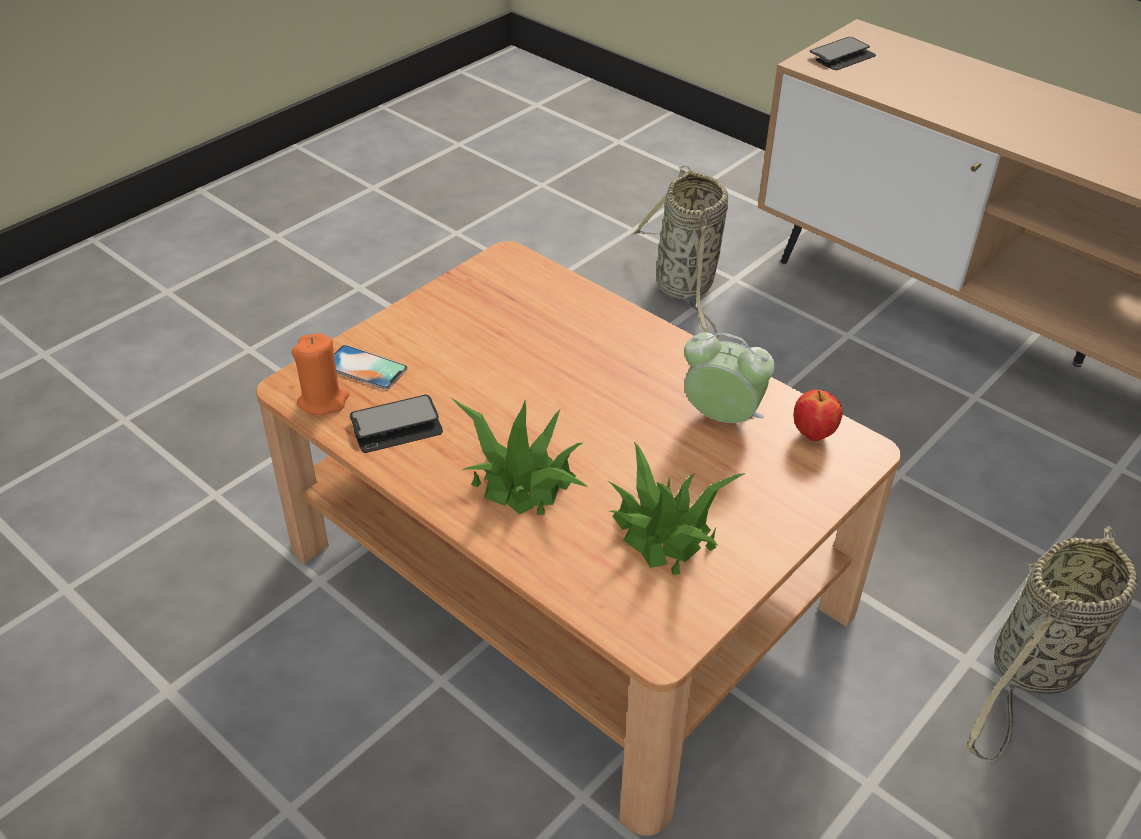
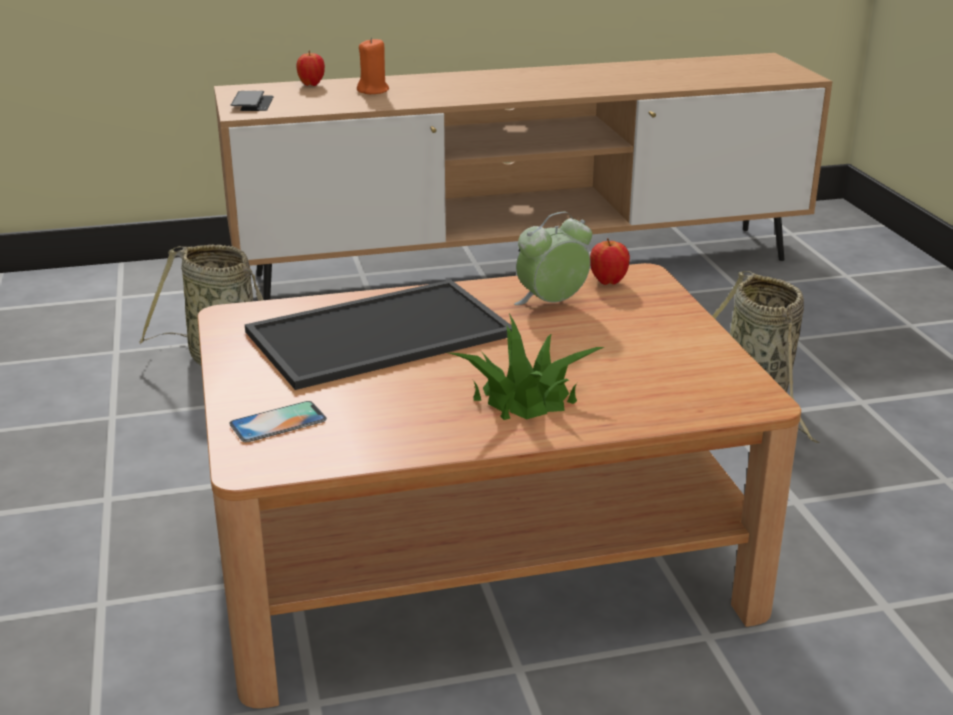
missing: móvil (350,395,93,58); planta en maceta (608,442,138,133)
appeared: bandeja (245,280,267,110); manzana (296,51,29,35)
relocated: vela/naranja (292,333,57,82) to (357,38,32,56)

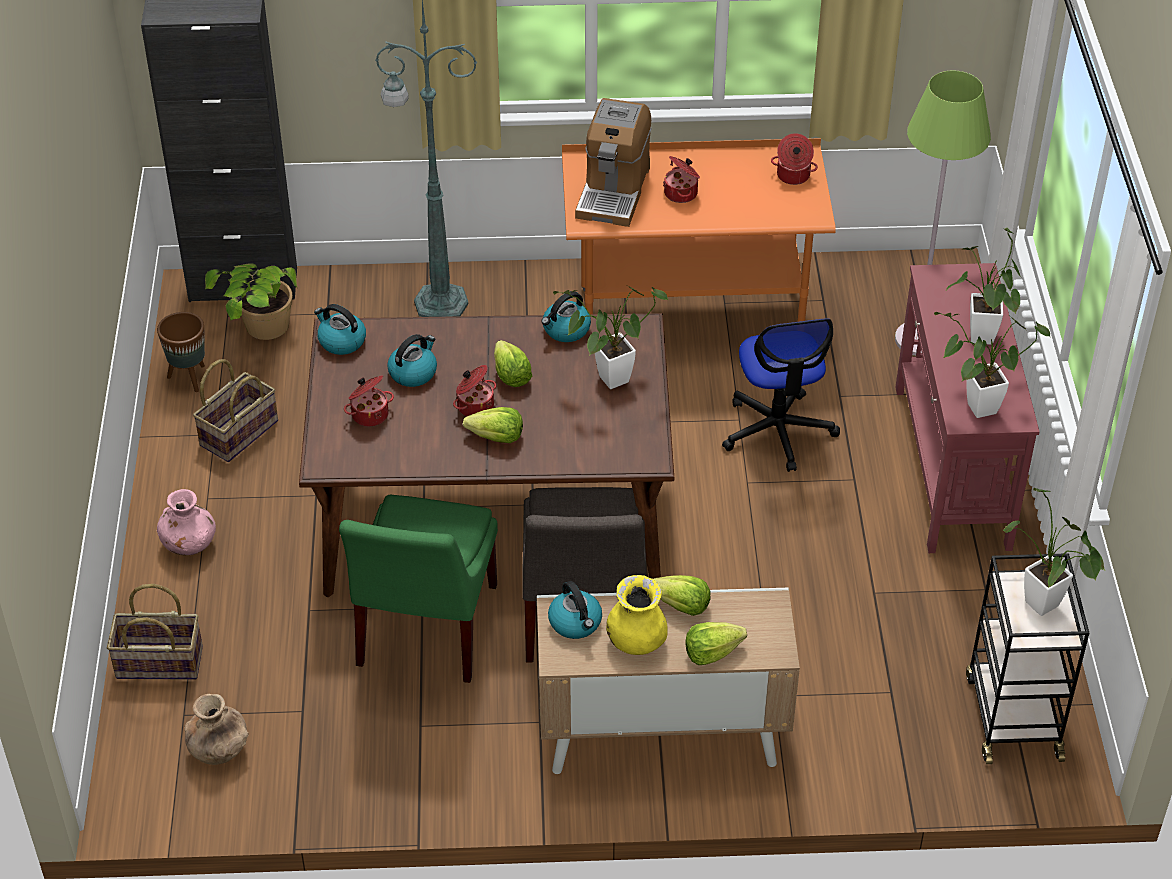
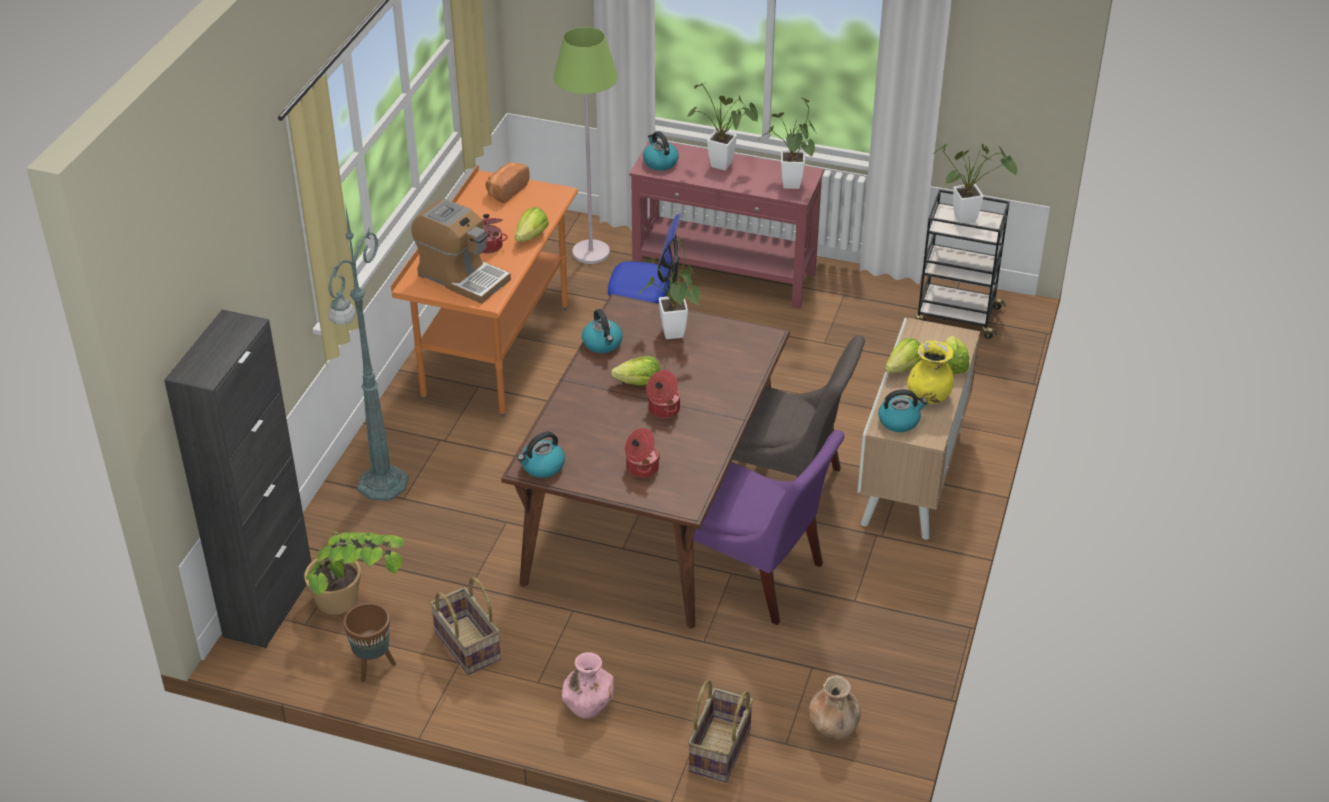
relocated: hervidor (387,334,50,53) to (643,131,36,40); lechuga (463,407,60,36) to (515,207,34,35)
exchanged: olla (771,133,47,52) to pan (485,162,45,41)
colour: silla/verde (339,495,159,188) to silla/morado (693,430,151,195)

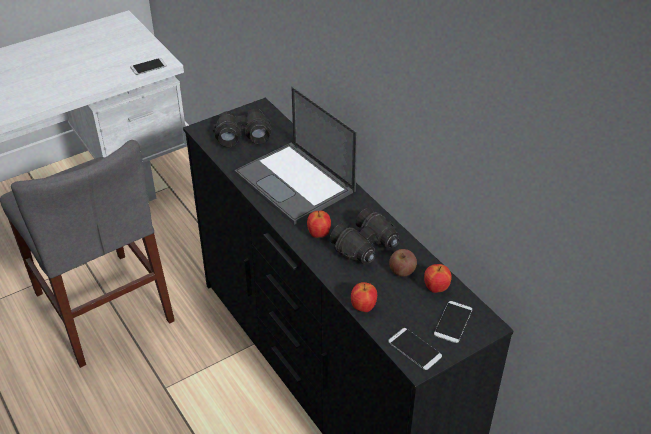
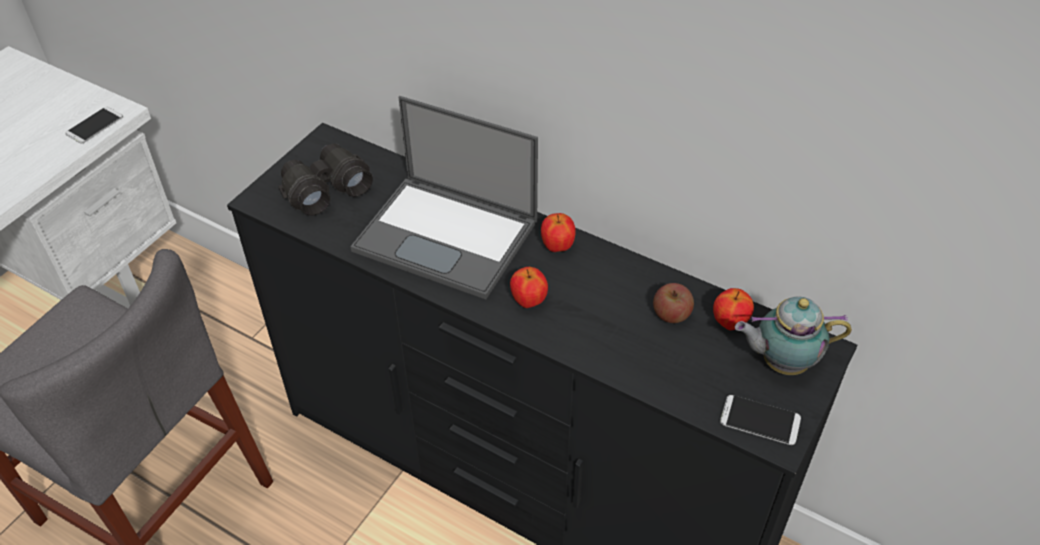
missing: prismáticos/negro (330,208,70,56)
relocated: manzana (351,282,26,30) to (541,213,35,39)
exchanged: móvil (434,301,38,42) to tetera (735,296,117,79)

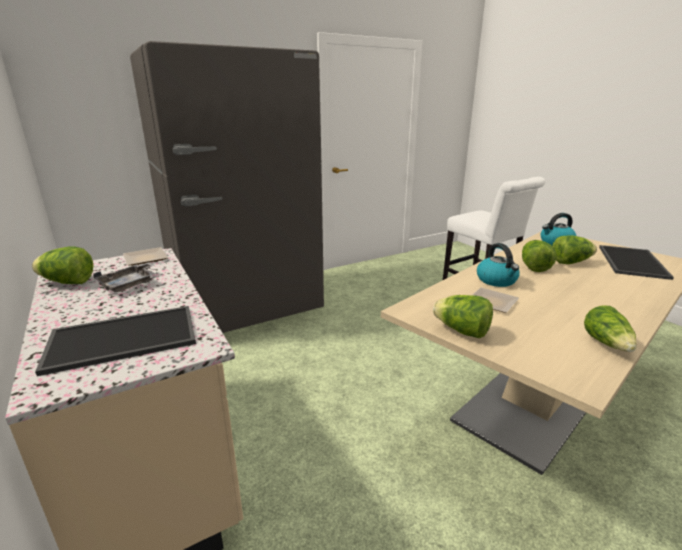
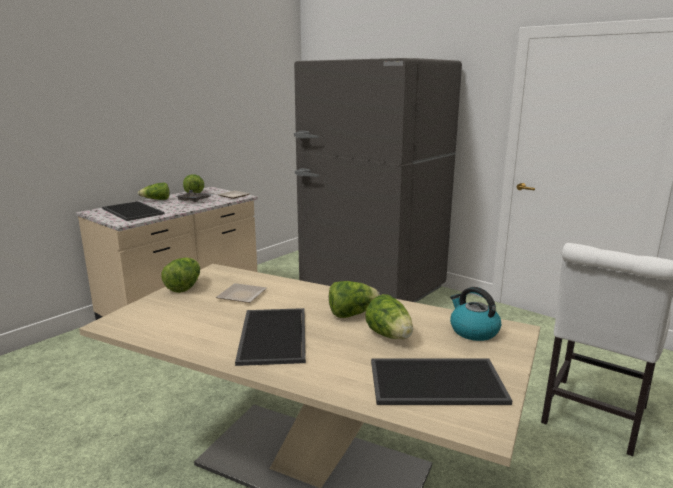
missing: hervidor (477,243,43,44)
appeared: bandeja (235,308,71,58)
relocated: lechuga (584,305,53,47) to (138,183,31,17)

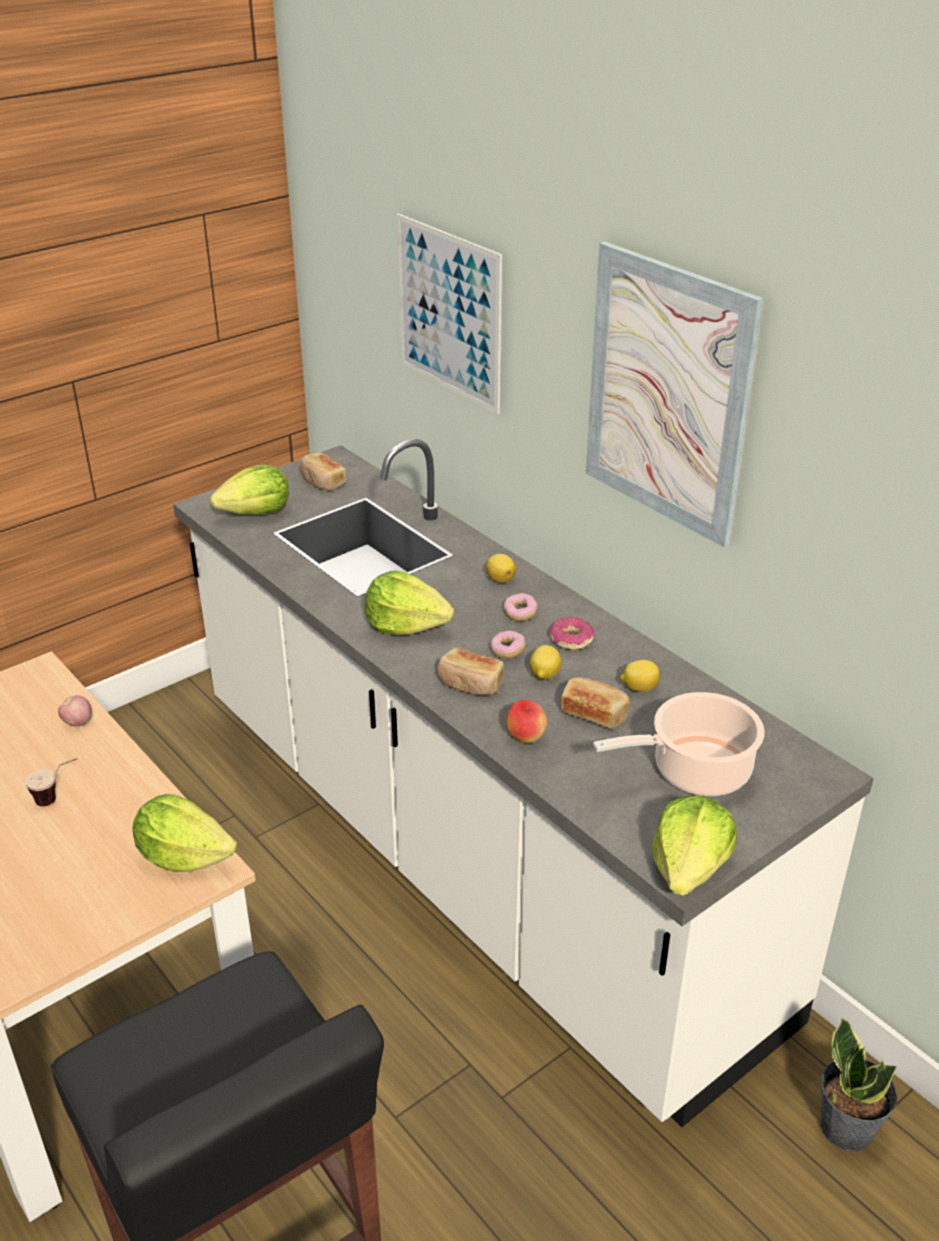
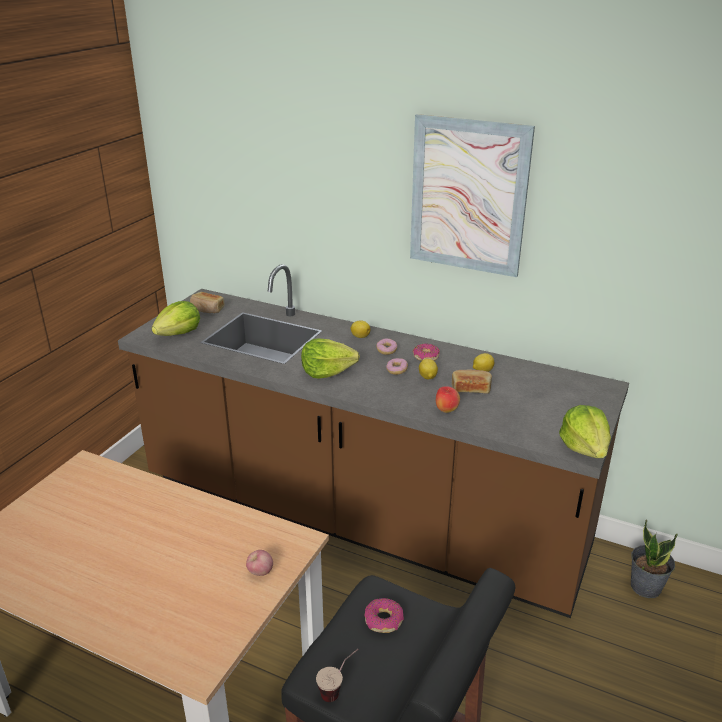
missing: lechuga (133,794,104,78); cuadro (396,213,106,201); pan (437,648,67,47); olla (593,692,171,104)
appeared: rosquilla (364,598,40,35)
relocated: taza (25,758,52,48) to (316,648,43,54); manzana (58,695,34,32) to (246,550,27,26)
colour: mueble bajo de cocina/blanco (173,439,701,688) to mueble bajo de cocina/marrón (118,264,511,354)

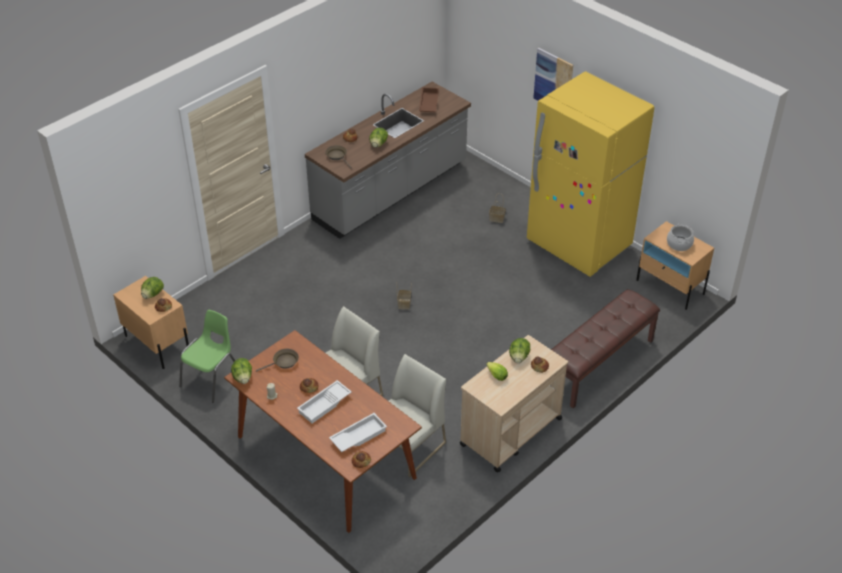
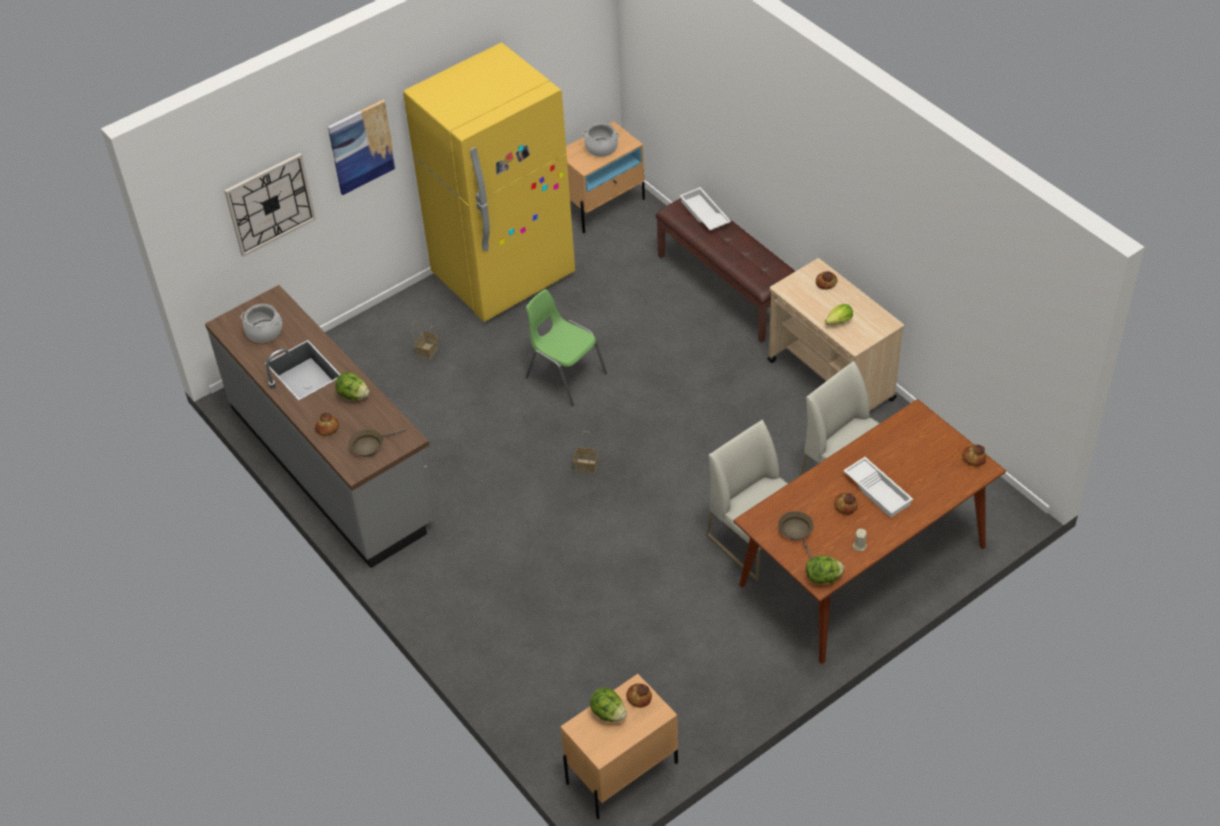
missing: lechuga (509,338,21,25)
appeared: reloj de pared (224,153,92,104)
relocated: silla/verde (179,310,56,93) to (526,289,81,117); bandeja/blanco (329,413,58,39) to (680,187,51,43)
exchanged: bandeja/marrón (419,87,20,25) to olla (240,304,42,39)

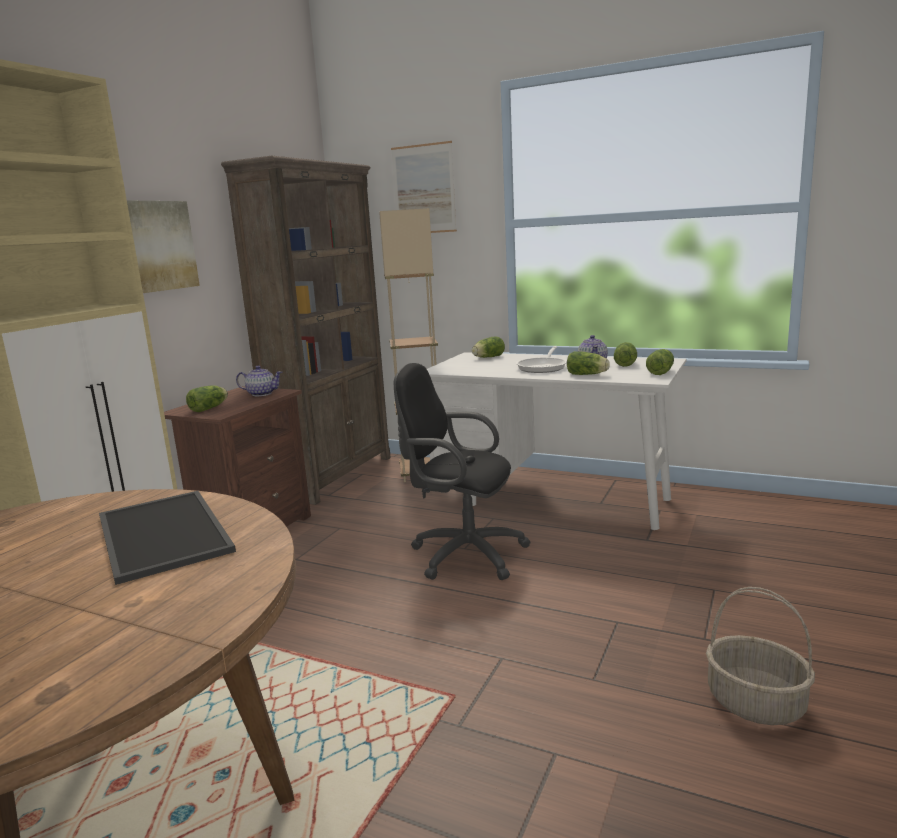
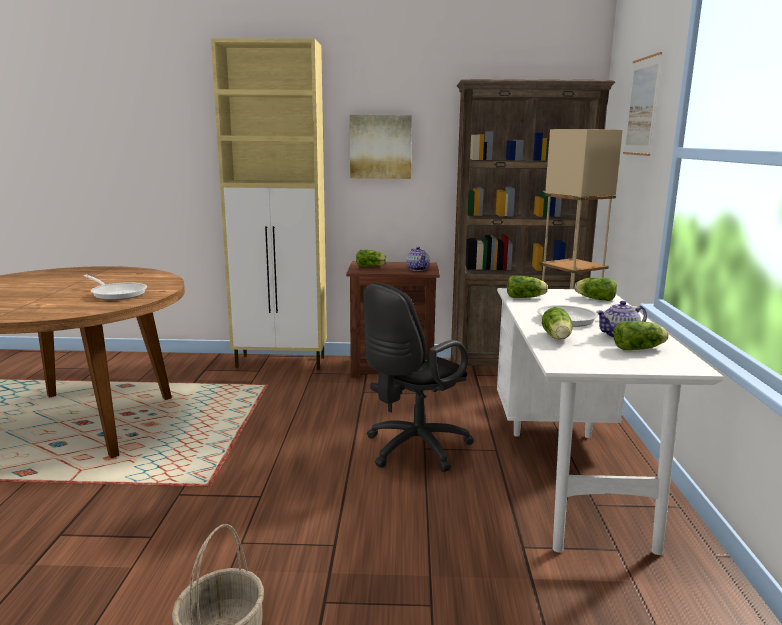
relocated: lechuga (646,349,28,26) to (507,276,41,22)
exchanged: bandeja (99,491,137,94) to sartén (84,275,63,25)
spun: silla de oficina/negro (394,363,137,217) = (363,283,111,189) 135 degrees counterclockwise

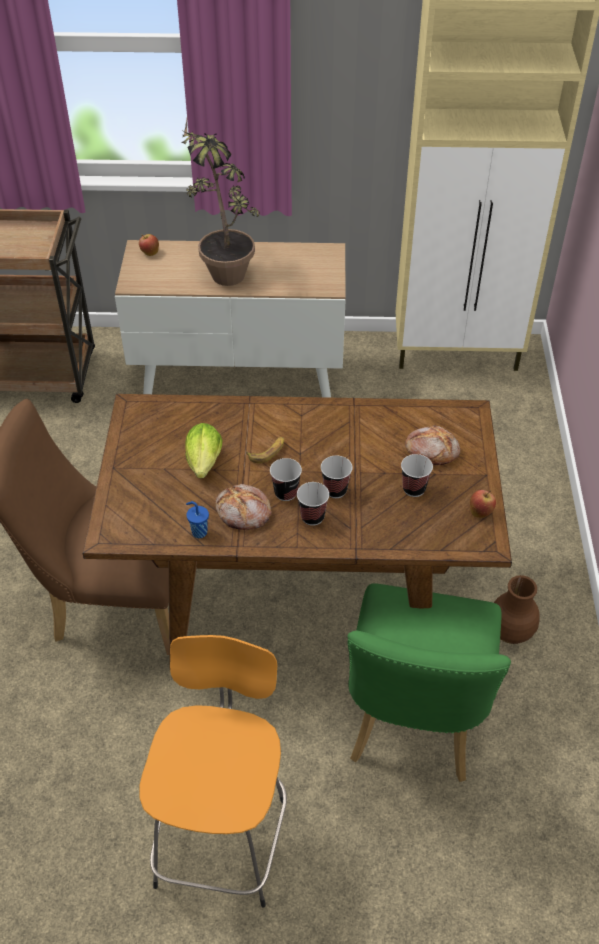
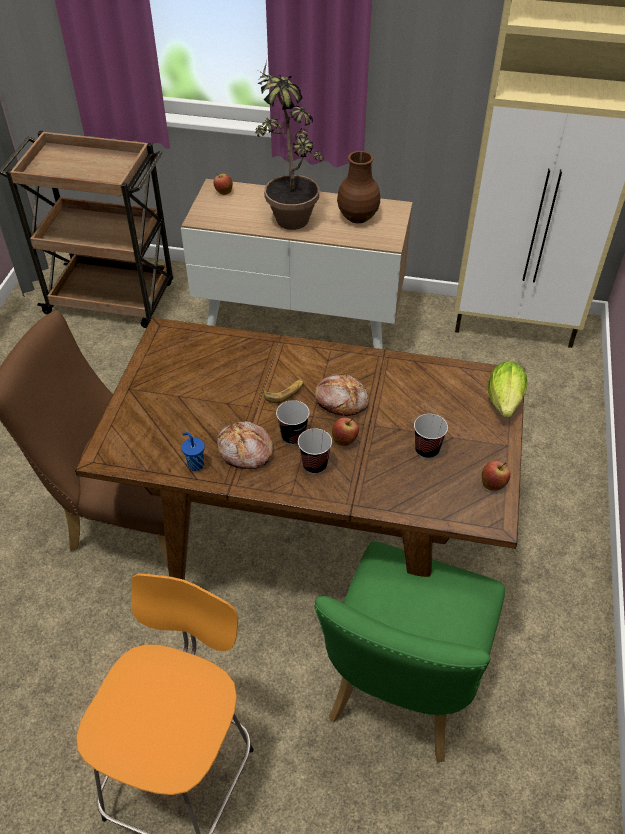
relocated: lechuga (186,423,36,55) to (488,361,39,57); pan (405,425,55,40) to (315,374,54,42); florero/marrón (494,575,46,69) to (337,151,43,72)
exchanged: taza (321,455,32,43) to manzana (332,417,27,29)

